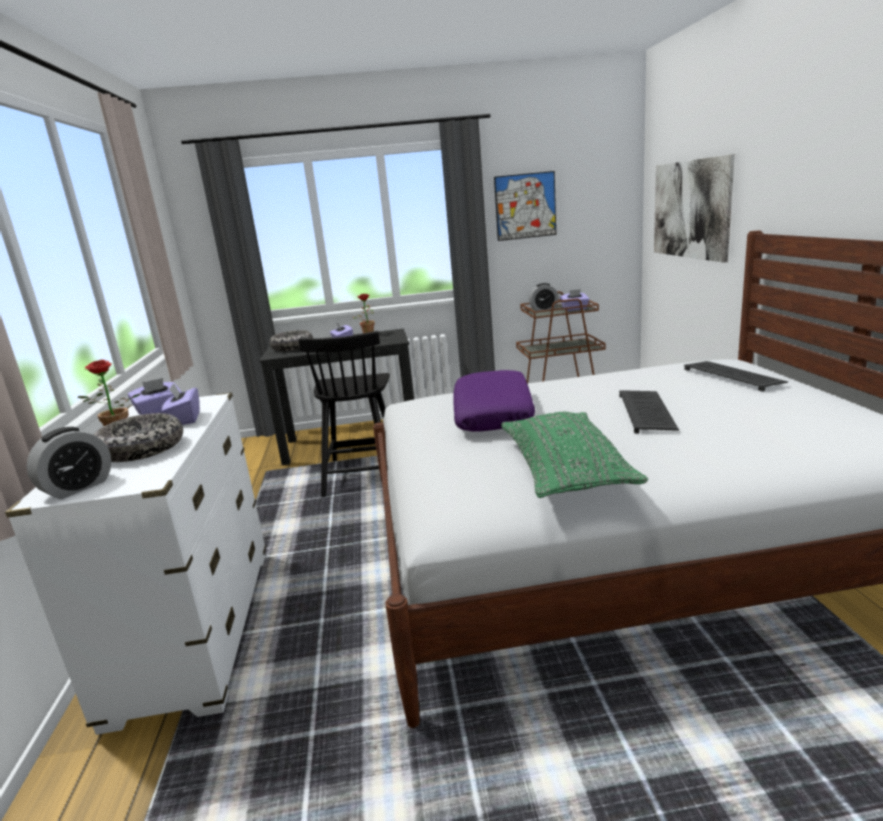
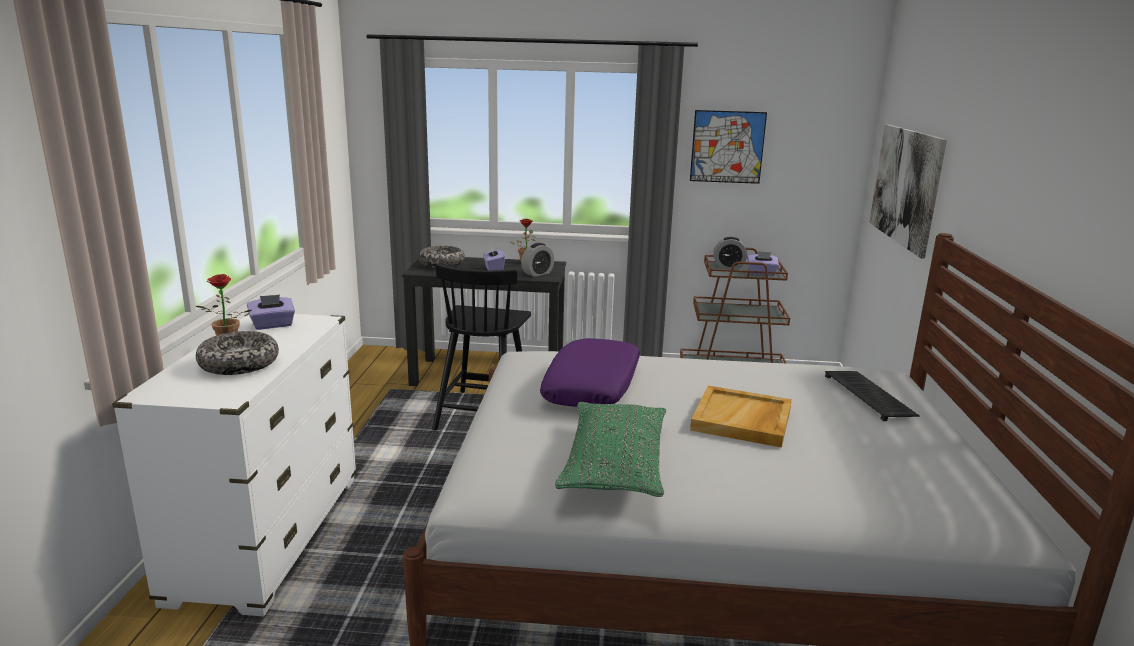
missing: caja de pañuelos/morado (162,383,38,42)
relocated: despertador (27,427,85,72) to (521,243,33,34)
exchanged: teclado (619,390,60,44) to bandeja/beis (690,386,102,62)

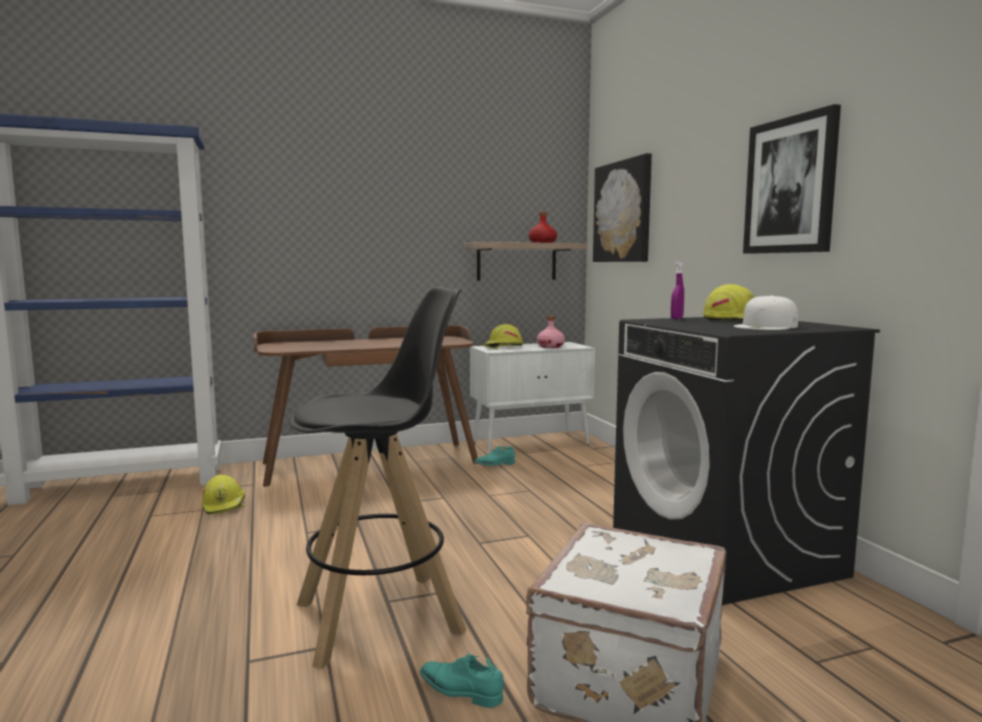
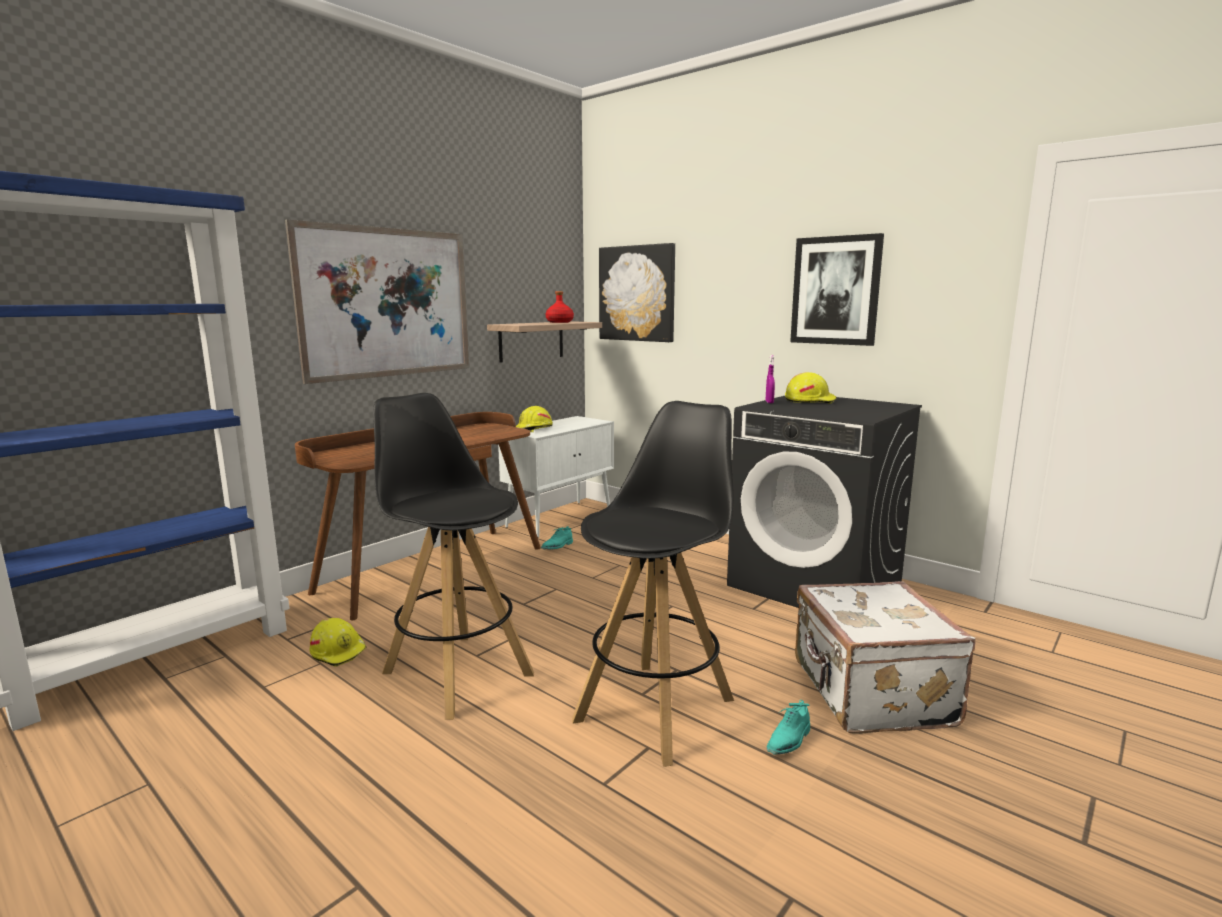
missing: botella/rosa (537,316,28,32); gorra/blanco (734,295,64,35)
appeared: cuadro (285,219,184,165); taburete/negro (373,393,161,327)
spun: zapato/turquesa (420,652,84,56) = (767,700,43,55) 45 degrees counterclockwise

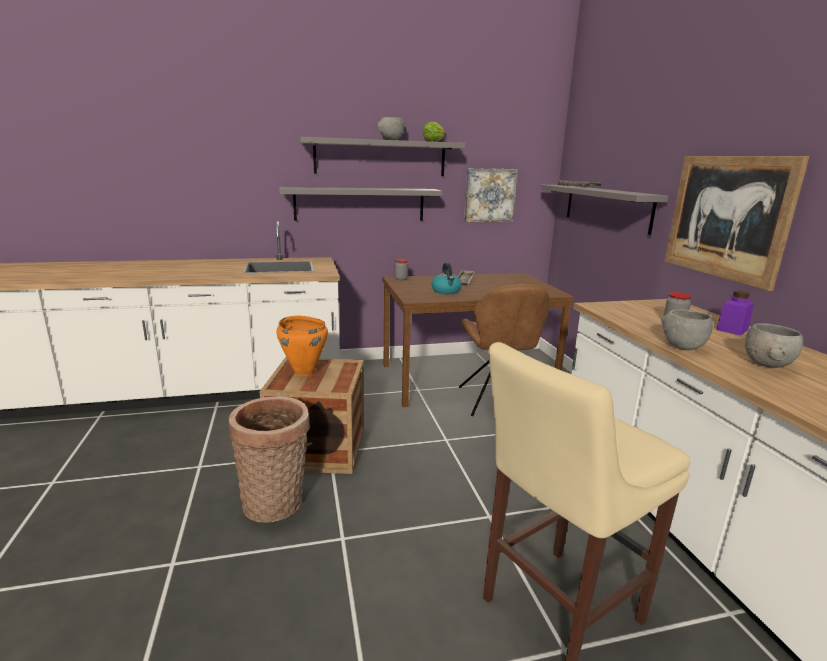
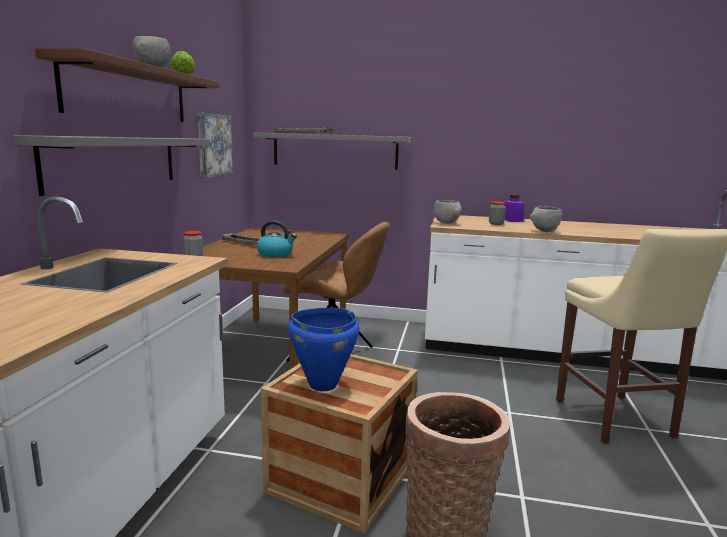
missing: cuadro (664,156,146,135)
relocated: cuenco/gris (745,323,58,45) to (434,200,28,24)
colour: olla/naranja (277,316,51,60) to olla/azul (288,308,72,83); estante/gris (300,137,165,39) to estante/marrón (35,48,185,74)

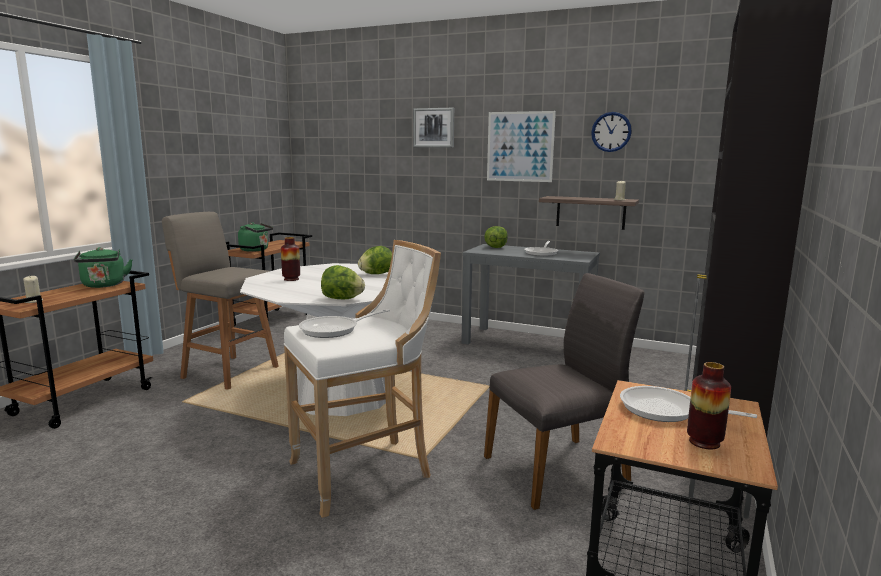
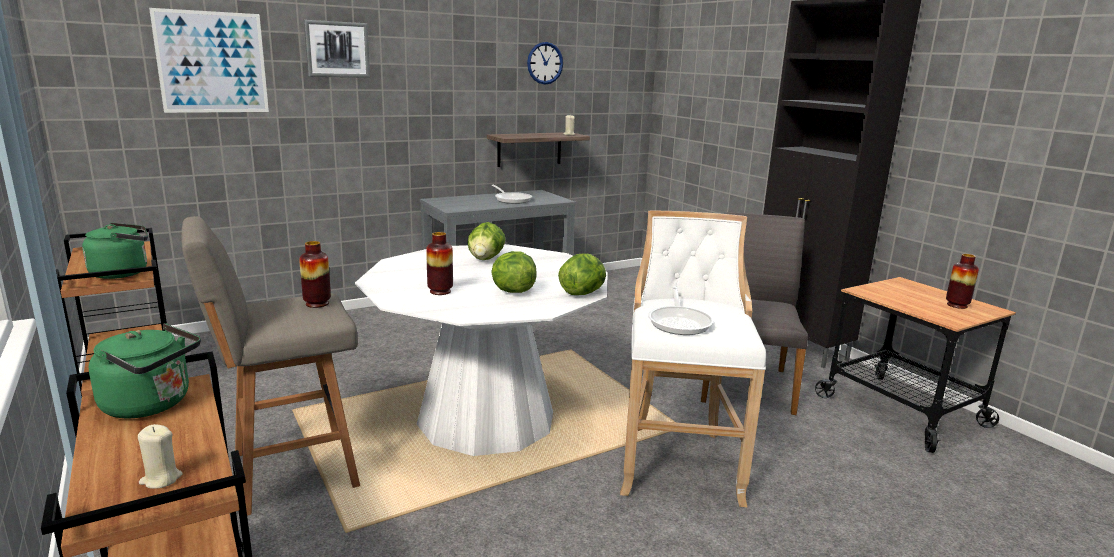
missing: sartén (620,386,137,36)
appeared: florero (299,241,32,67)
relocated: lechuga (484,226,23,22) to (491,251,46,42); cuadro (487,111,69,71) to (149,8,120,105)

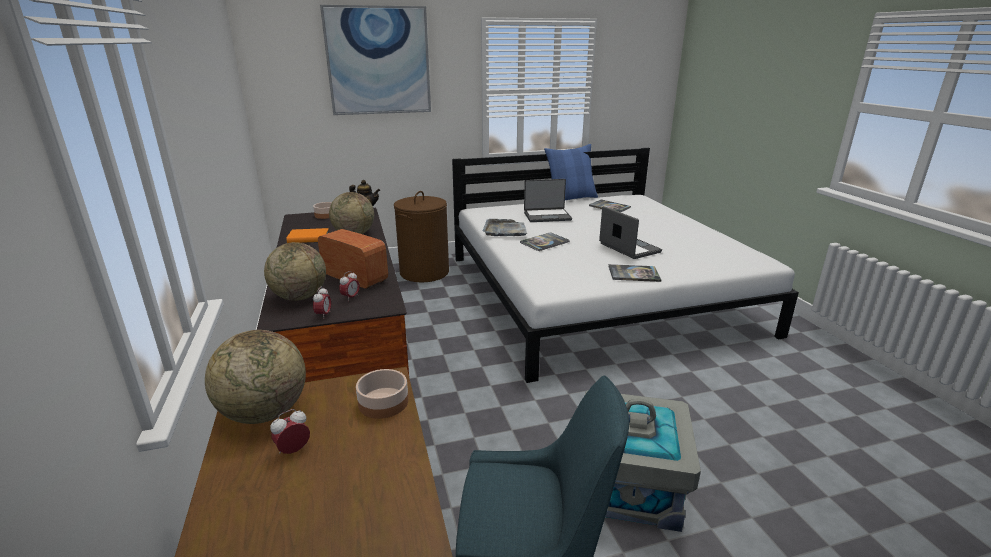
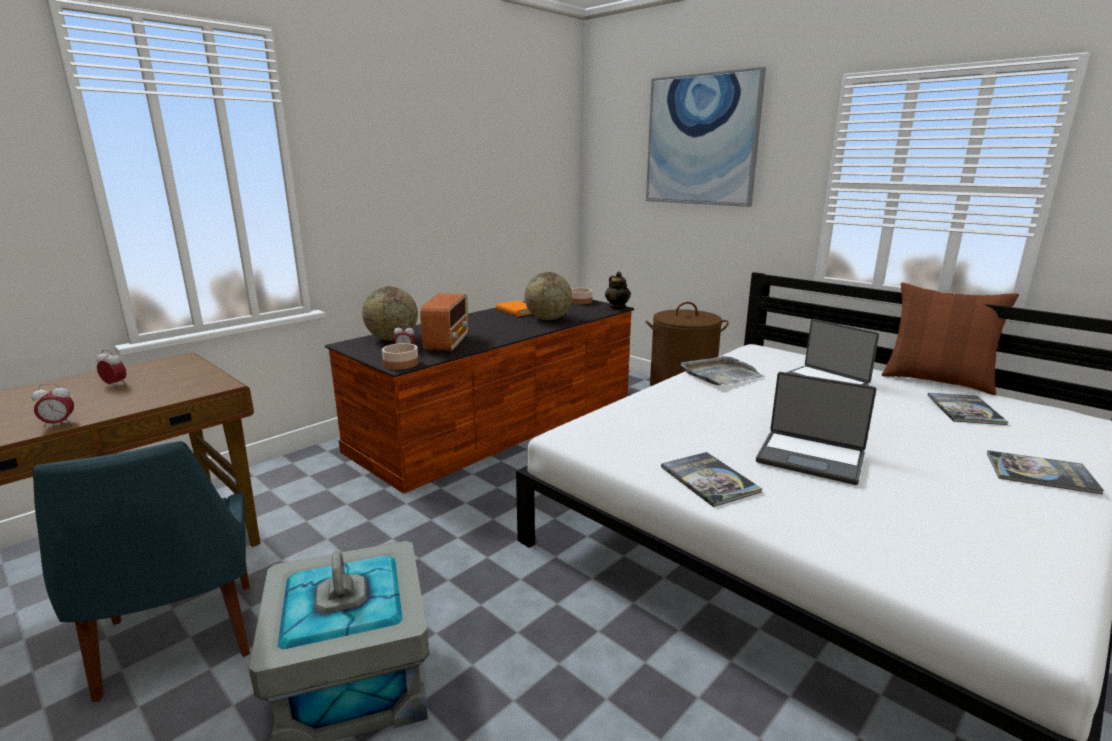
missing: globo terráqueo (205,330,101,94)
relocated: despertador (313,287,18,30) to (31,383,43,45); cuenco (356,369,52,50) to (382,343,37,27); libro (520,232,49,19) to (987,450,117,45)
colour: cojín/azul (544,144,54,56) to cojín/marrón (881,282,138,113)
spun: portátil (599,206,63,53) = (756,372,120,113) 90 degrees clockwise

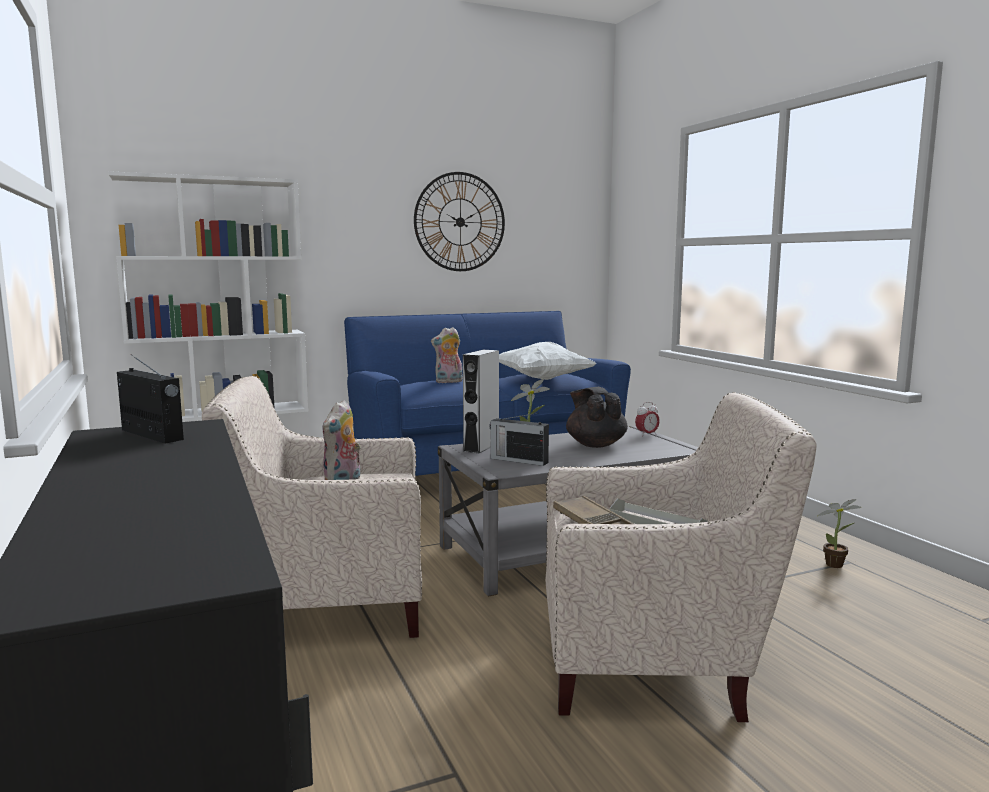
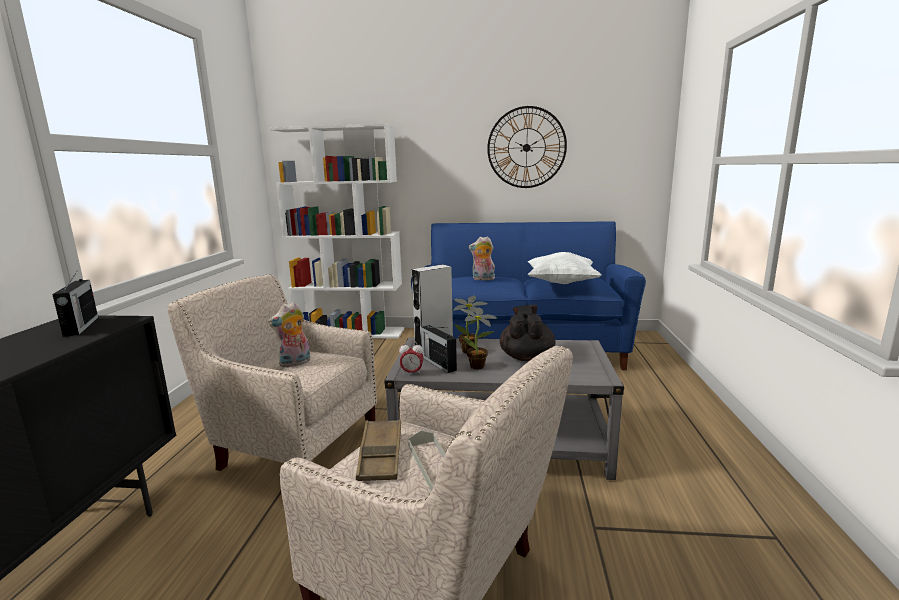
relocated: despertador (635,402,25,33) to (399,341,24,34); planta en maceta (818,499,43,69) to (460,307,37,63)

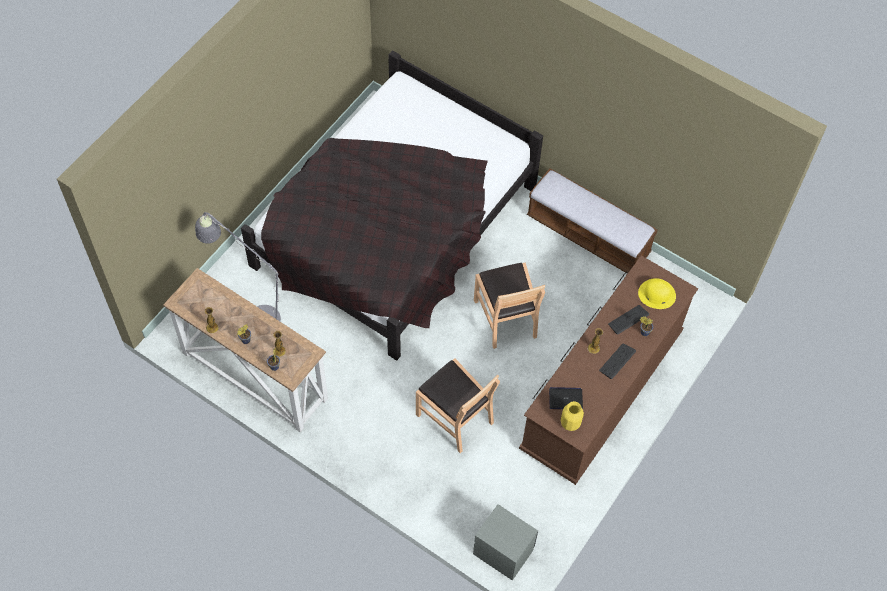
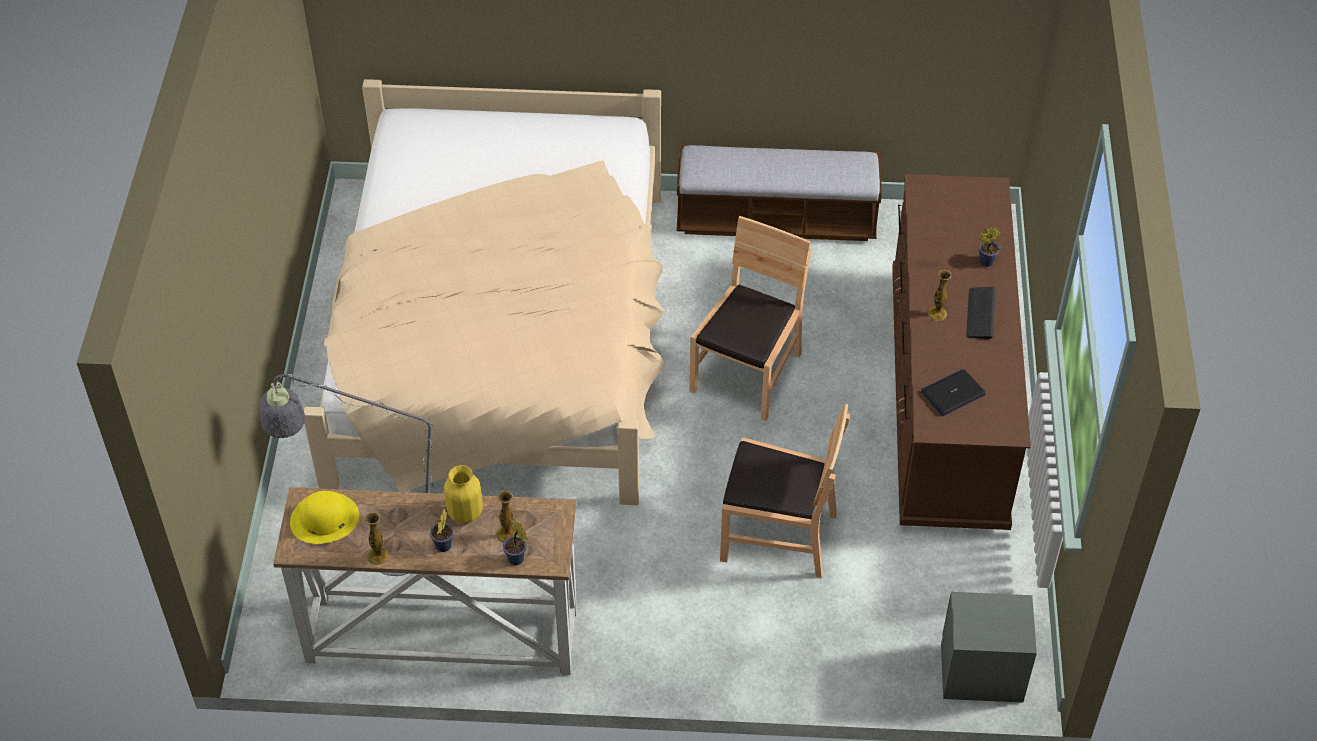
missing: teclado (608,305,41,29)
relocated: florero/amarillo (561,401,23,30) to (444,465,39,58); sombrero/amarillo (638,278,38,31) to (290,491,69,53)
colour: cama/negro (241,50,302,310) to cama/beis (304,79,360,426)
spun: silla/marrón (474,263,71,86) = (690,216,121,206) 105 degrees counterclockwise

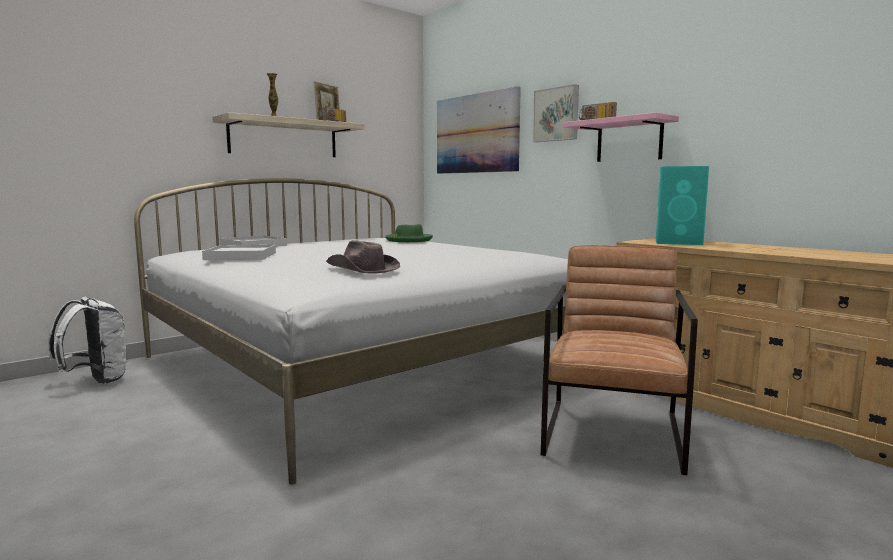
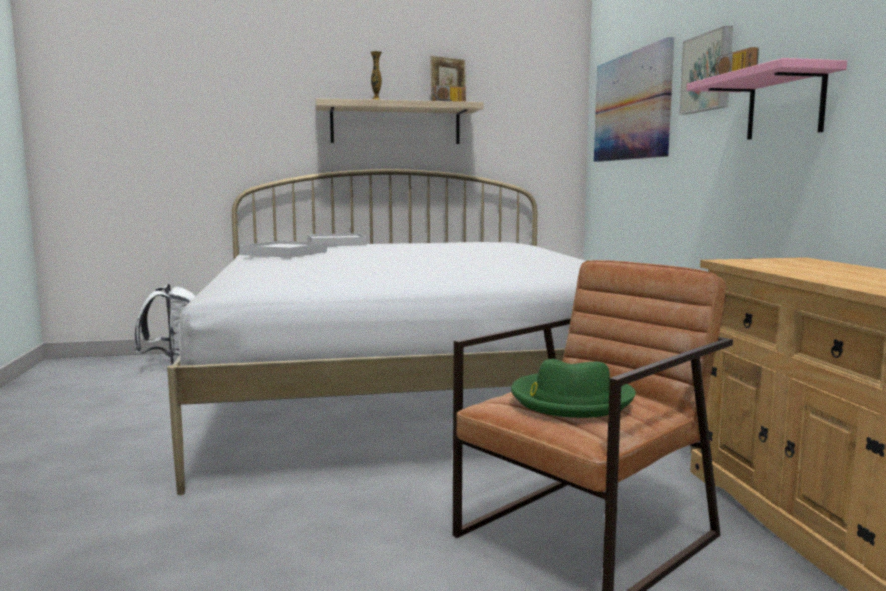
missing: sombrero/marrón (326,240,74,34); altavoz/turquesa (656,166,53,79)
relocated: sombrero/verde (385,224,48,18) to (511,359,125,59)

